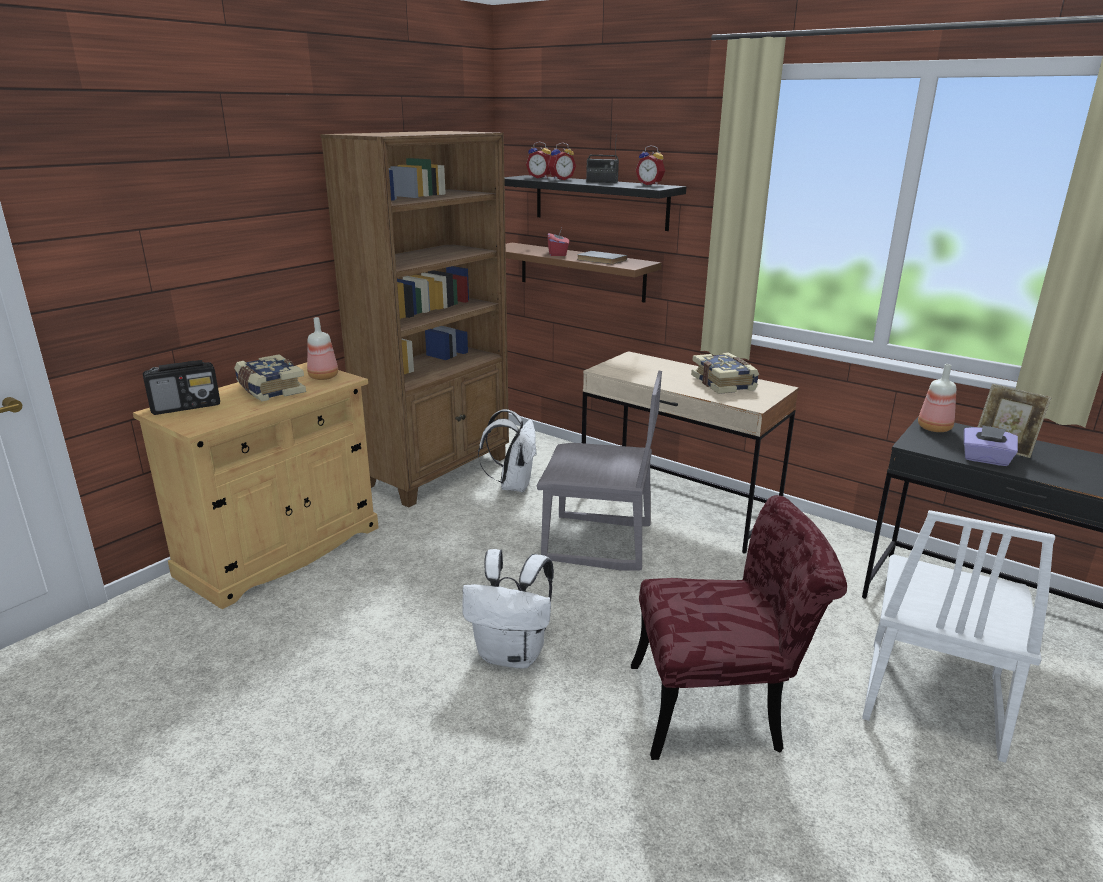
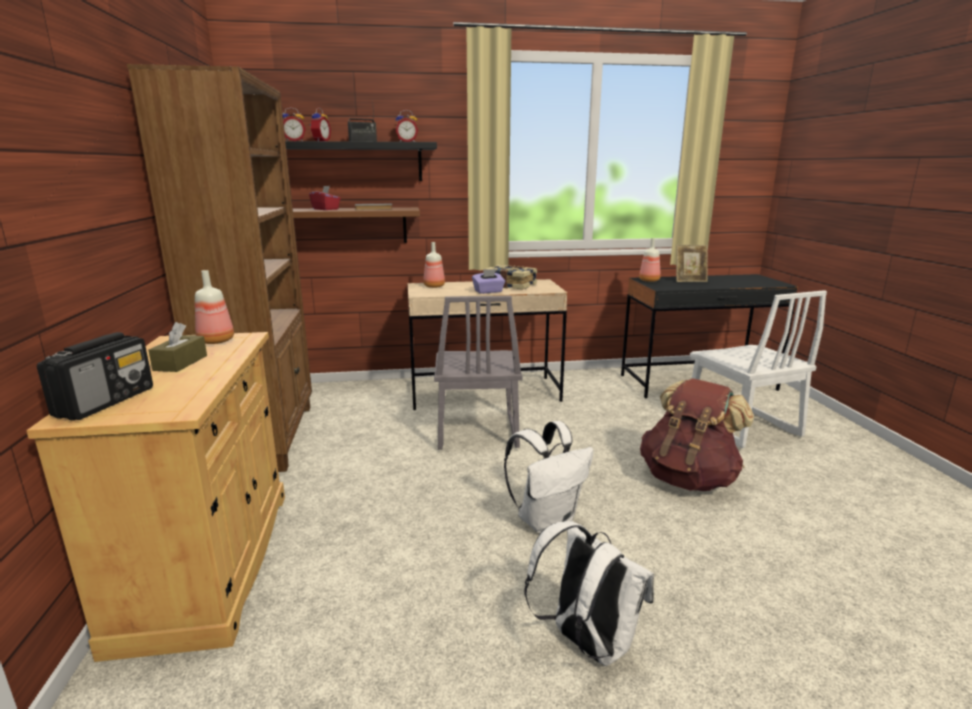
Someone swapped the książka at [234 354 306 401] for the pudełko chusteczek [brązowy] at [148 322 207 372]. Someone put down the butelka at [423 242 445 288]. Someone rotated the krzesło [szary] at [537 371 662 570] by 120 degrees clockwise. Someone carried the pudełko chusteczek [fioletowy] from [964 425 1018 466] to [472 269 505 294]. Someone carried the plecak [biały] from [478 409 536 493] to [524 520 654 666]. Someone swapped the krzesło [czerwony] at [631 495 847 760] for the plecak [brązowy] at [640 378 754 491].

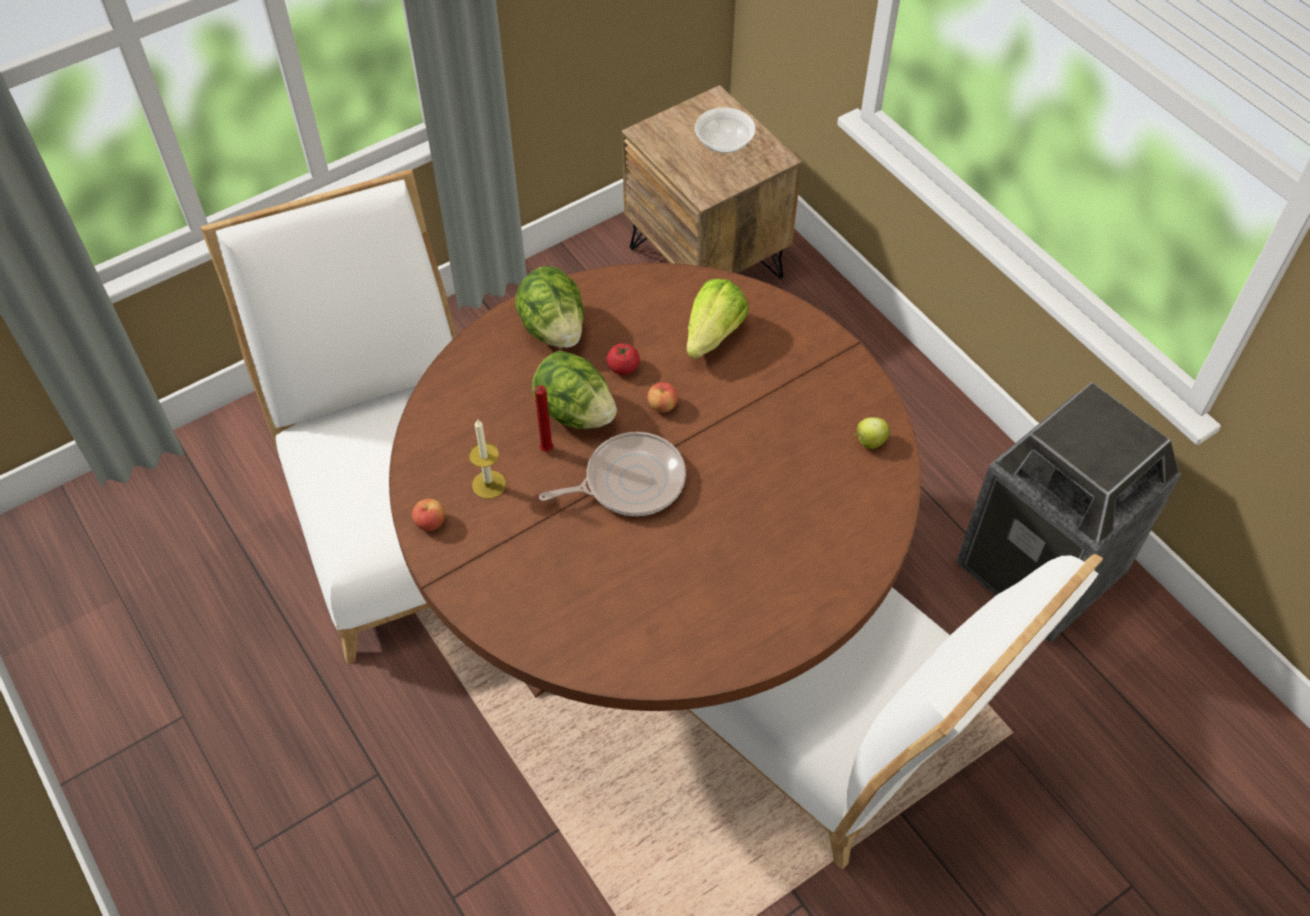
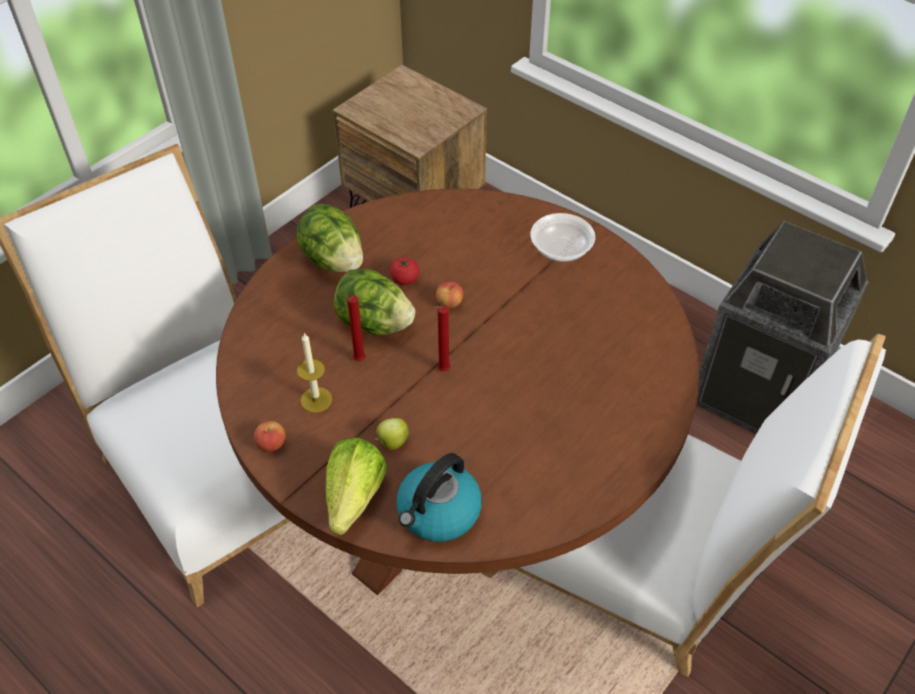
Someone carried the sałata from [686 279 749 359] to [326 438 387 535]. Someone carried the jabłko from [854 417 890 449] to [375 418 409 450]. Someone put down the czajnik at [397 453 482 542]. Someone swapped the patelnia at [539 432 686 516] for the świeca [czerwony] at [434 305 450 371]. Someone carried the miska from [695 107 756 153] to [530 213 595 262].

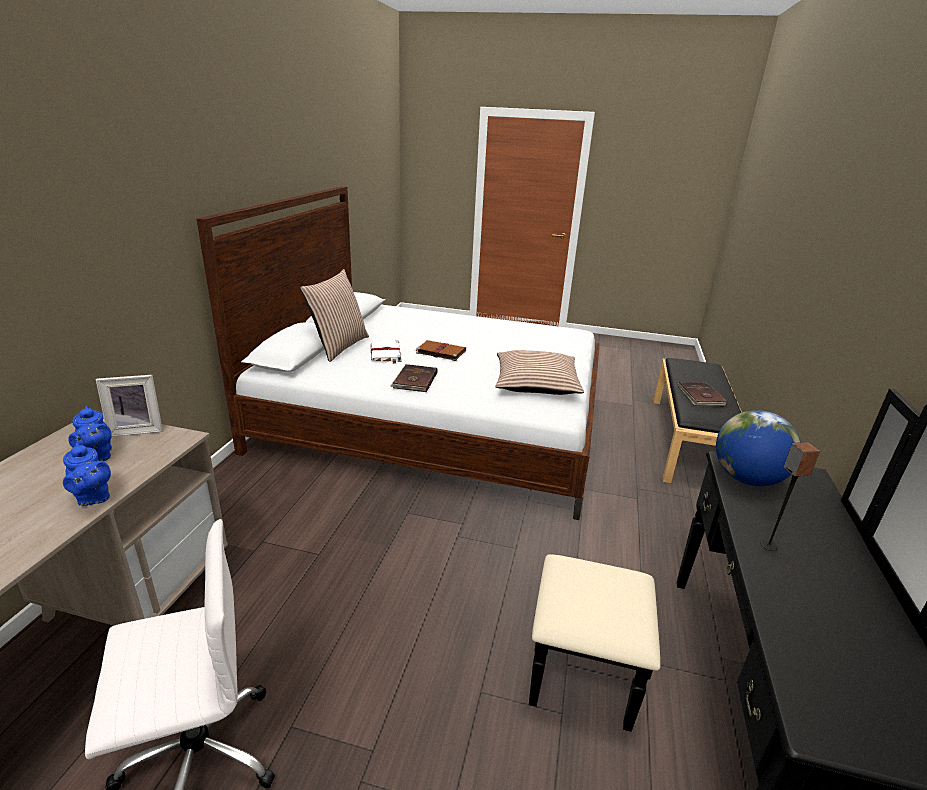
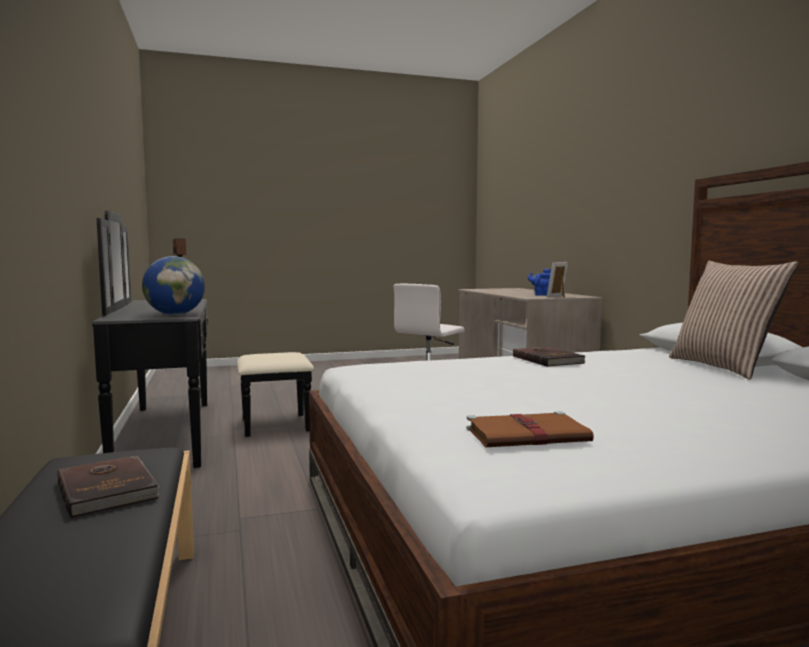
Someone carried the książka [brązowy] from [416 340 466 361] to [466 411 594 447]. Someone took away the imbryk [niebieski] at [63 443 111 506]. Someone took away the książka [biały] at [371 341 401 364]. Someone took away the poduszka at [496 350 584 395].

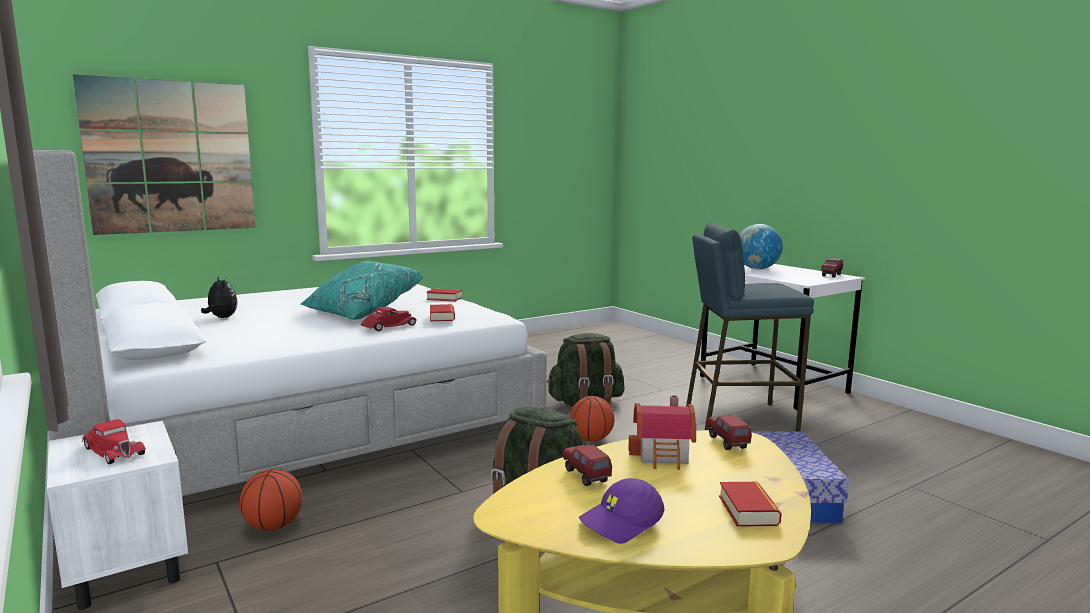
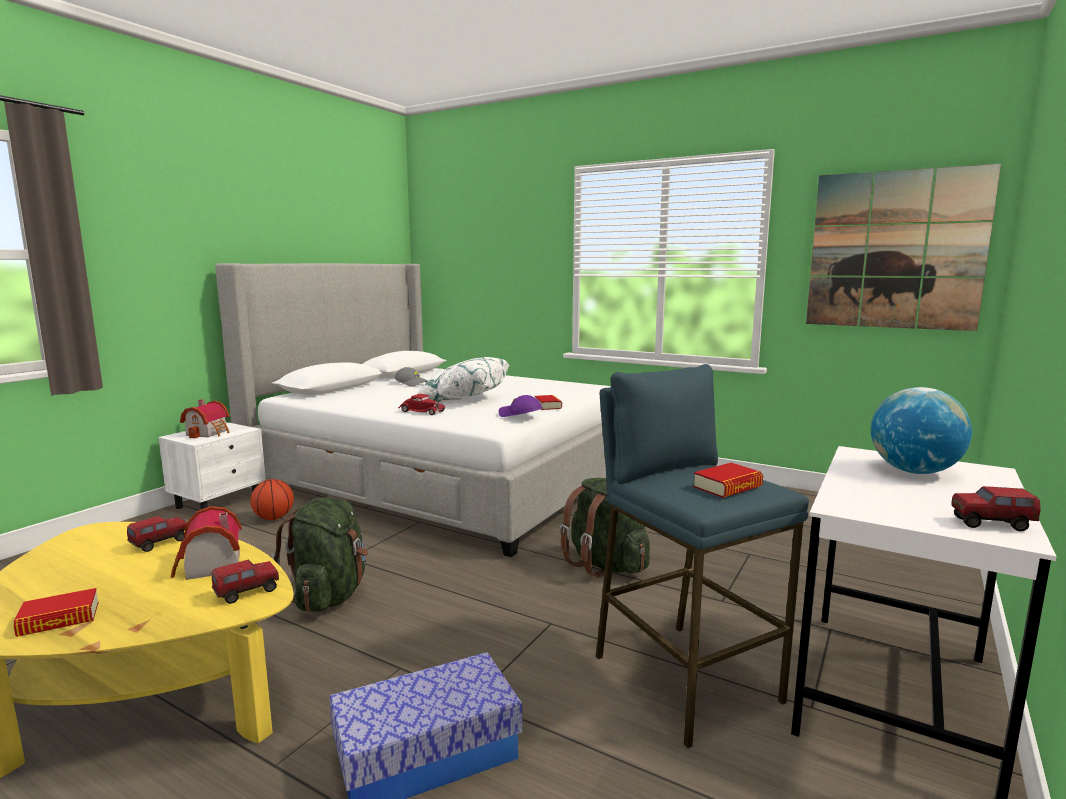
Someone swapped the samochodzik [czerwony] at [82 419 146 464] for the domek at [180 399 230 439]. Someone swapped the pluszak at [201 276 238 318] for the czapka z daszkiem [szary] at [394 367 428 387]. Someone repainted the poduszka [turkusowy] at [300 261 424 320], which became the poduszka [biały] at [416 357 509 402]. Someone carried the czapka z daszkiem [fioletowy] from [579 478 664 544] to [499 395 542 417]. Someone carried the książka from [430 304 455 321] to [693 463 763 498]. Someone carried the obraz from [73 74 256 235] to [806 164 1001 331]. Someone took away the piłka do koszykówki at [570 396 614 441].

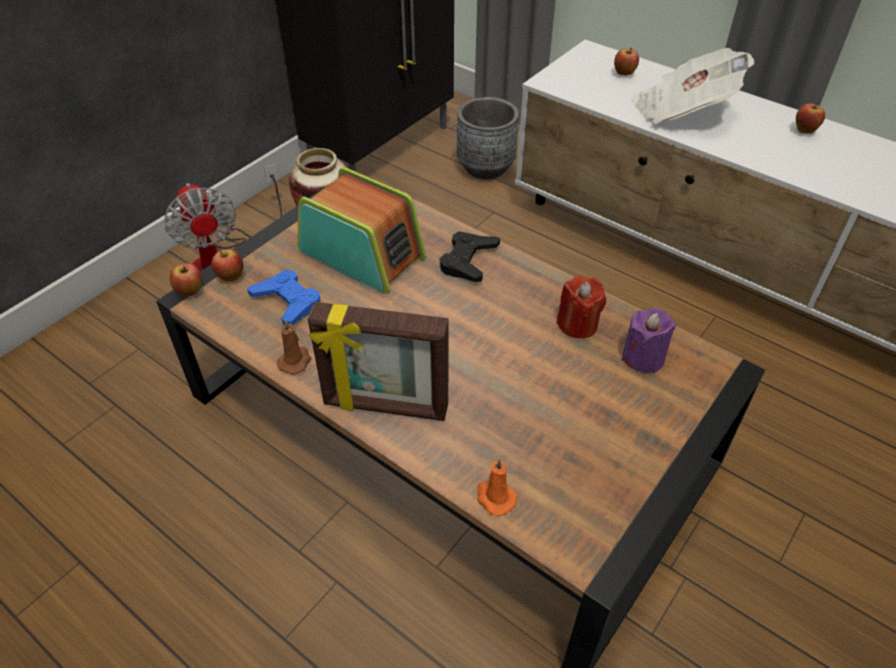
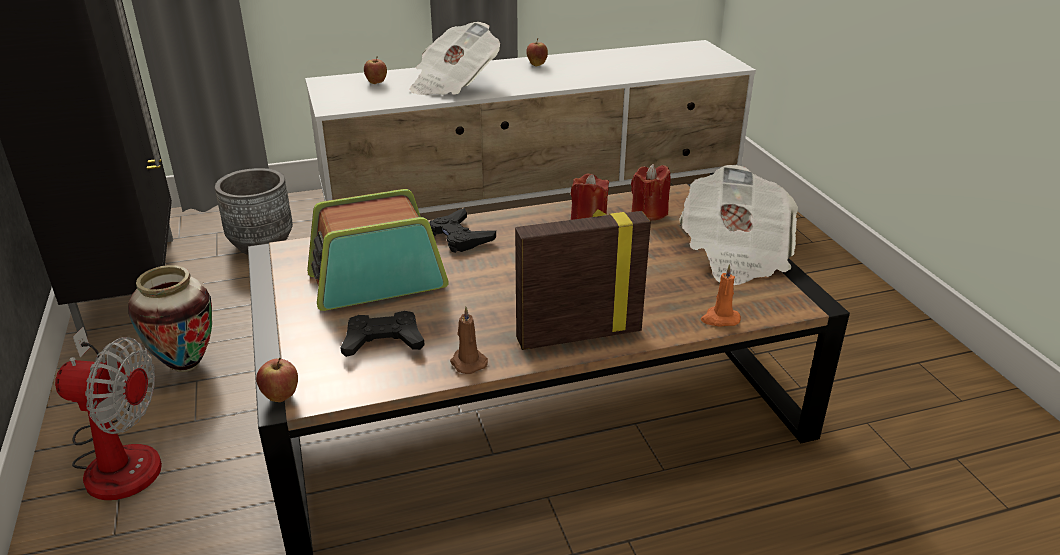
Someone repainted the pad do gier [niebieski] at [247 269 321 326], which became the pad do gier [czarny] at [340 311 425 357]. Someone rotated the ramka na zdjęcie at [308 302 448 421] by 150 degrees counterclockwise. Someone repainted the świeca [fioletowy] at [622 308 676 373], which became the świeca [czerwony] at [631 164 671 221]. Someone put down the gazeta at [679 165 798 285]. Someone took away the jabłko at [212 248 243 282].

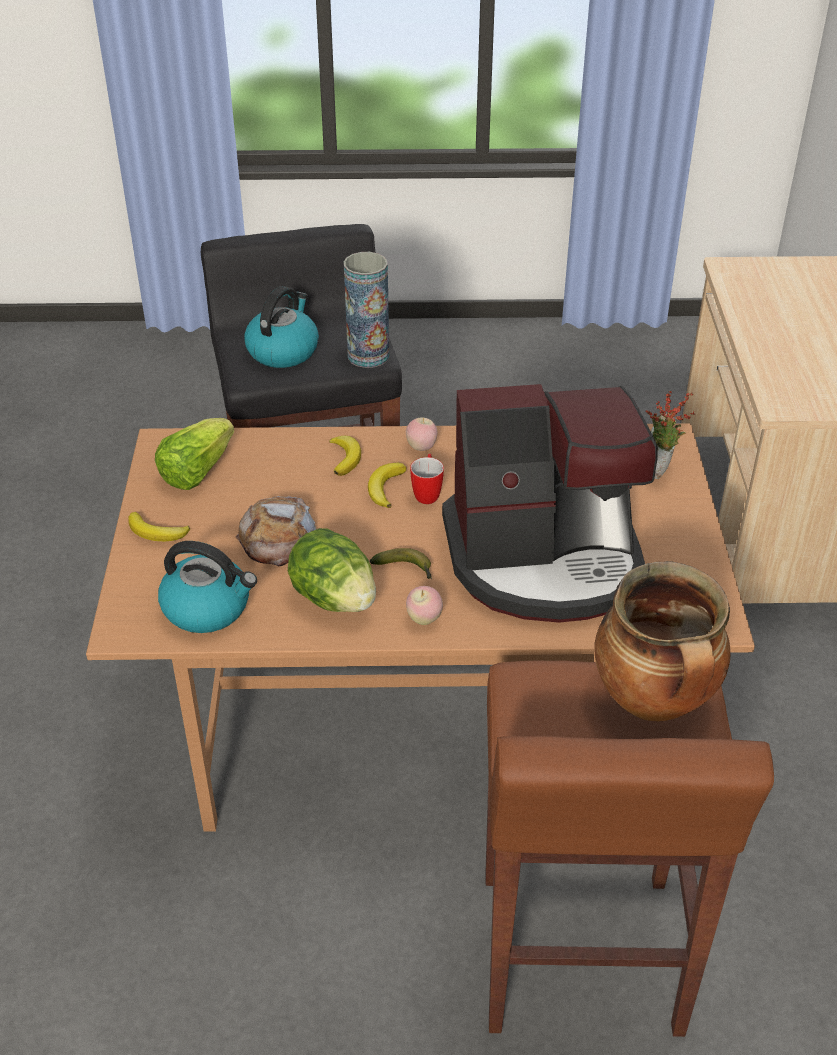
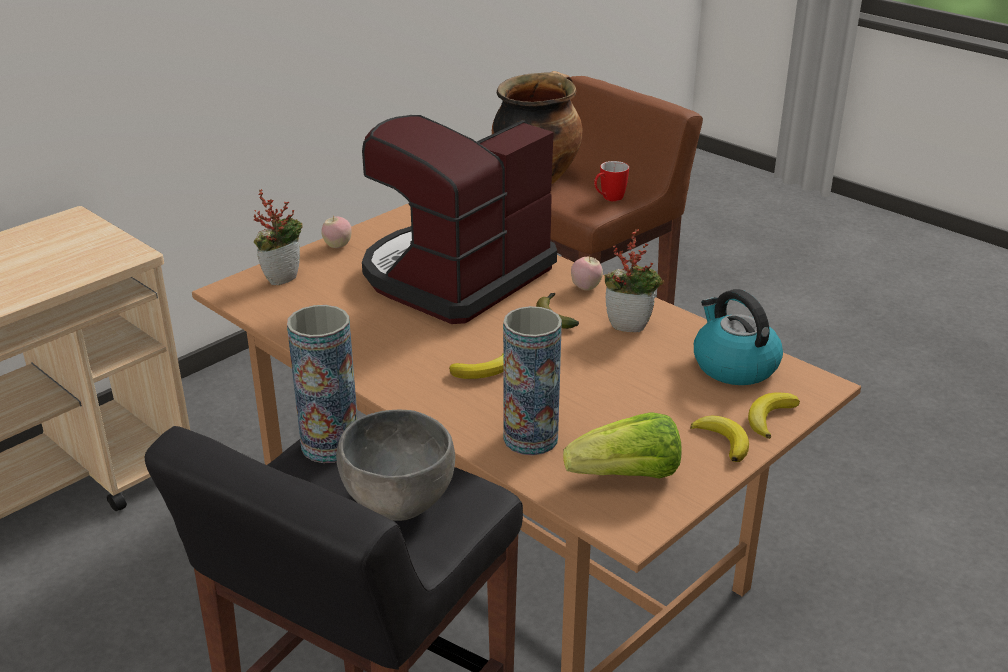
Someone carried the jabłko from [406 418 437 451] to [321 215 352 248]. Someone swapped the czajnik at [244 286 319 368] for the miska [szary] at [336 410 455 521]. Someone rotated the ekspres do kawy at [442 384 658 623] by 90 degrees counterclockwise. Someone put down the wazon at [503 306 562 455]. Someone carried the kubek from [410 454 444 504] to [594 161 629 201]. Someone swapped the sałata at [288 528 376 612] for the roślina doniczkowa at [605 229 664 332]. Someone carried the banan from [329 436 361 476] to [748 393 800 439]. Someone took away the chleb at [235 496 316 566].

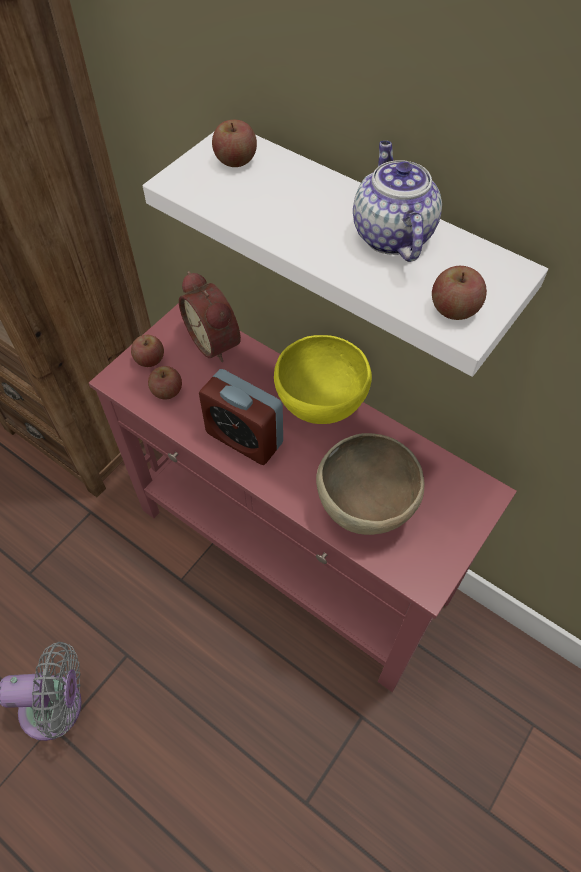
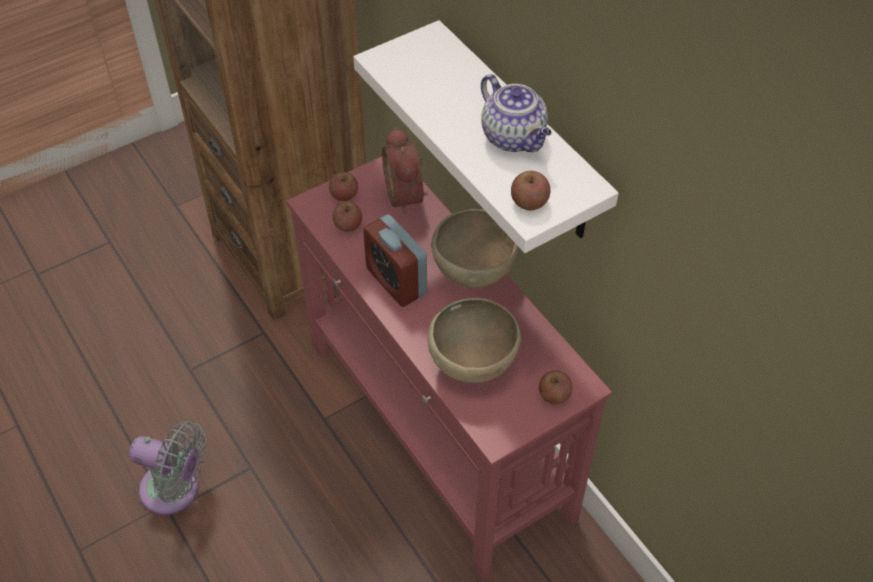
Someone repainted the miska [żółty] at [274 335 372 424], which became the miska [brązowy] at [431 209 519 288]. Someone rotated the imbryk at [353 141 442 262] by 135 degrees clockwise. Someone carried the jabłko from [212 120 257 167] to [539 371 573 404].

